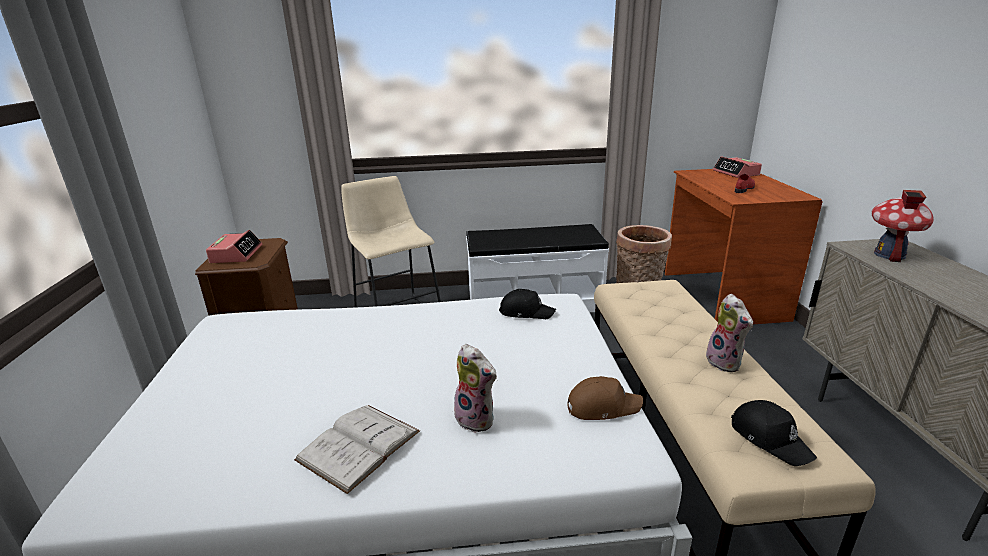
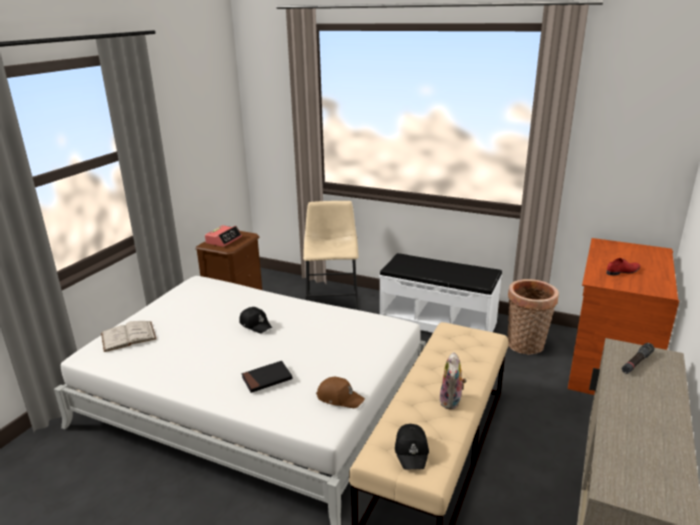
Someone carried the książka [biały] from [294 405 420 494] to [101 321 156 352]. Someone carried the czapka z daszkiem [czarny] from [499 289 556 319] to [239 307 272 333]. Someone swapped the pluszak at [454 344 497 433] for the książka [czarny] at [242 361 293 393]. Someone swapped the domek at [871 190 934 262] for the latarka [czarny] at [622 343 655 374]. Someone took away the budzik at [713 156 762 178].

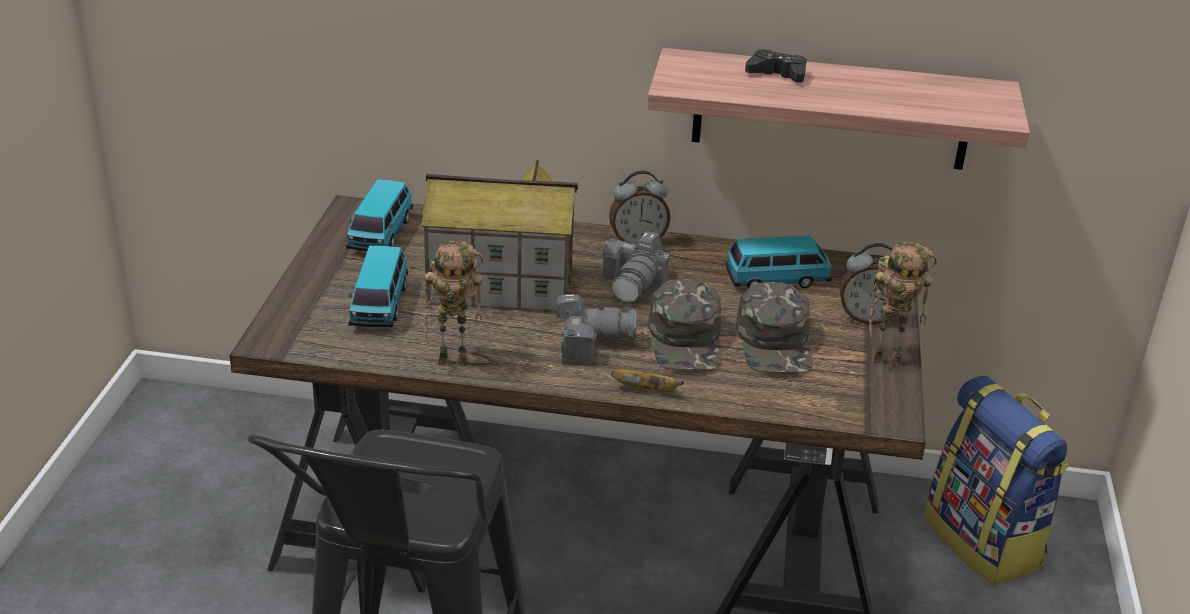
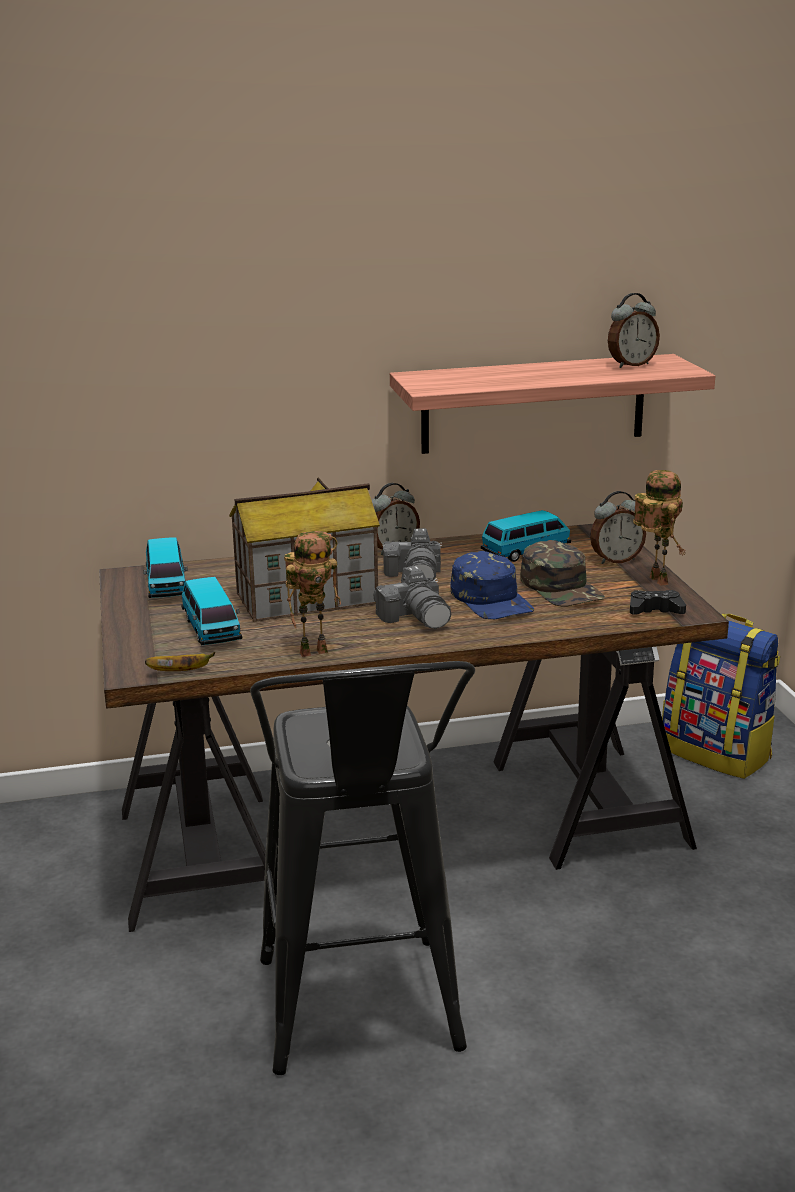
Someone carried the banan from [611 369 684 391] to [145 652 215 671]. Someone rotated the aparat fotograficzny at [557 294 637 365] by 90 degrees clockwise. Someone repainted the czapka z daszkiem [zielony] at [648 279 722 370], which became the czapka z daszkiem [niebieski] at [450 551 534 619]. Someone put down the budzik at [608 293 660 368]. Someone carried the pad do gier [czarny] from [745 49 807 82] to [630 590 686 615]. Someone rotated the robot zabawkowy at [869 242 937 365] by 90 degrees counterclockwise.

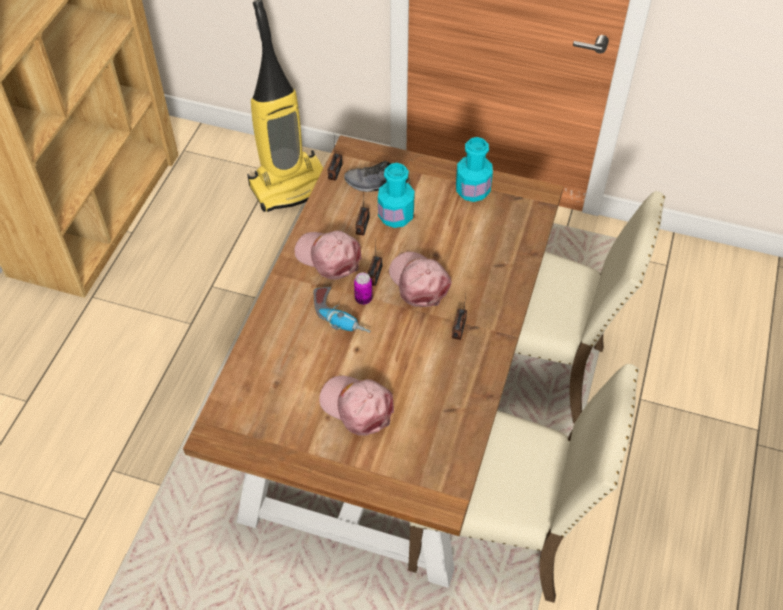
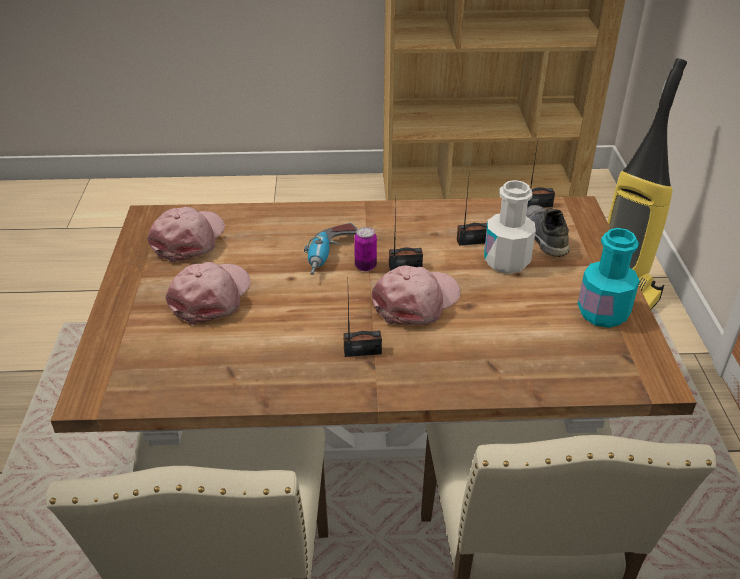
Someone carried the czapka z daszkiem [różowy] from [294 230 362 280] to [147 207 225 262]. Someone repainted the butelka [turkusowy] at [378 163 415 228], which became the butelka [biały] at [484 180 536 274].

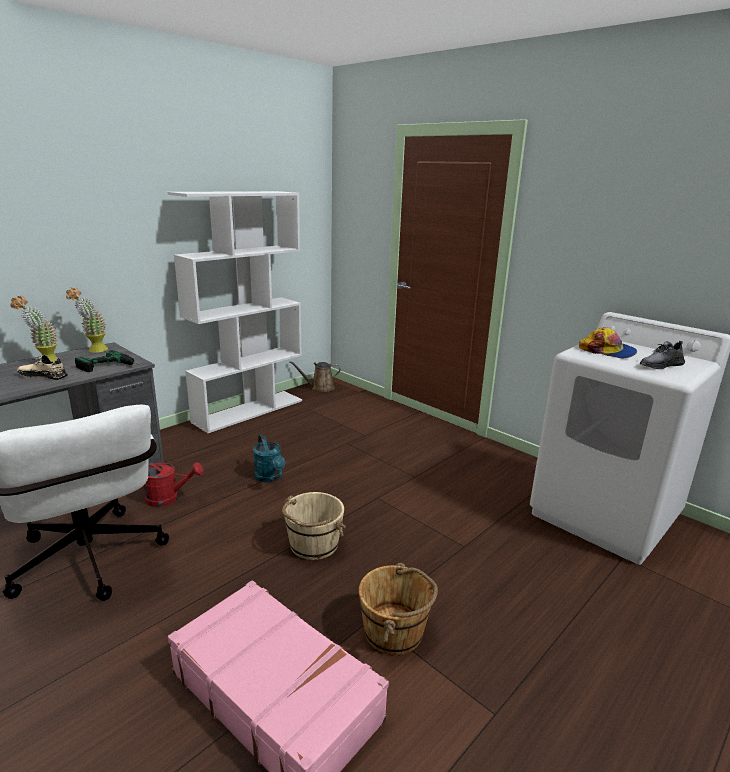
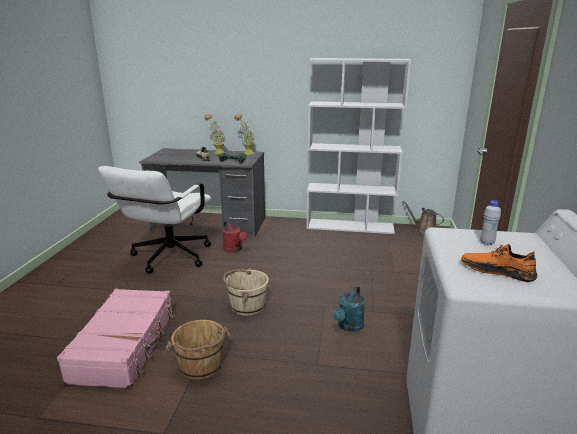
Someone carried the konewka [turkusowy] from [253 434 285 482] to [333 286 365 332]. Someone repainted the but [szary] at [640 341 685 369], which became the but [pomarańczowy] at [462 244 538 282]. Someone swapped the czapka z daszkiem at [579 327 637 358] for the butelka [biały] at [480 200 501 245].

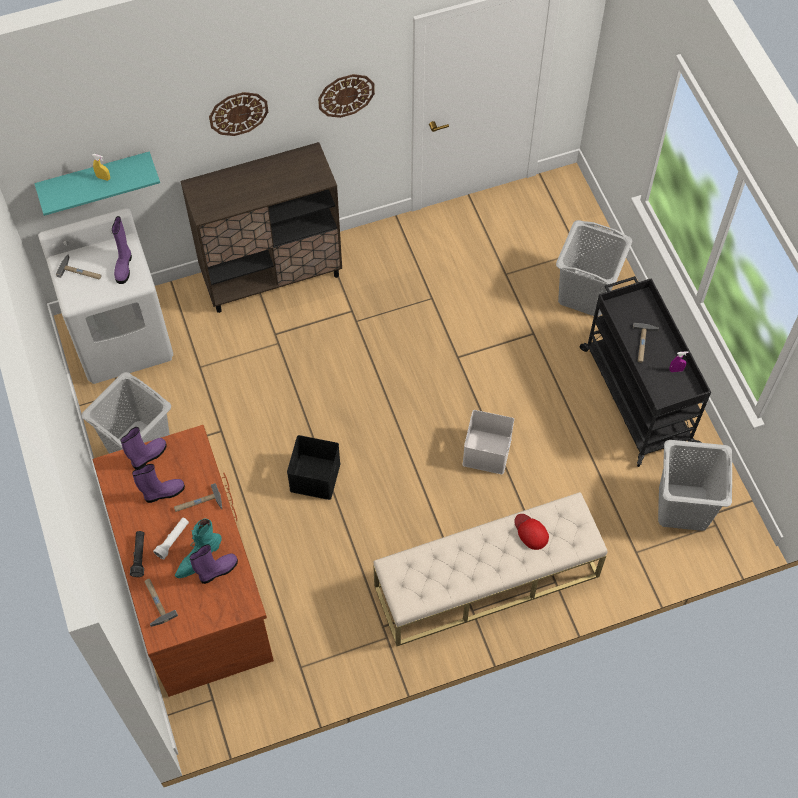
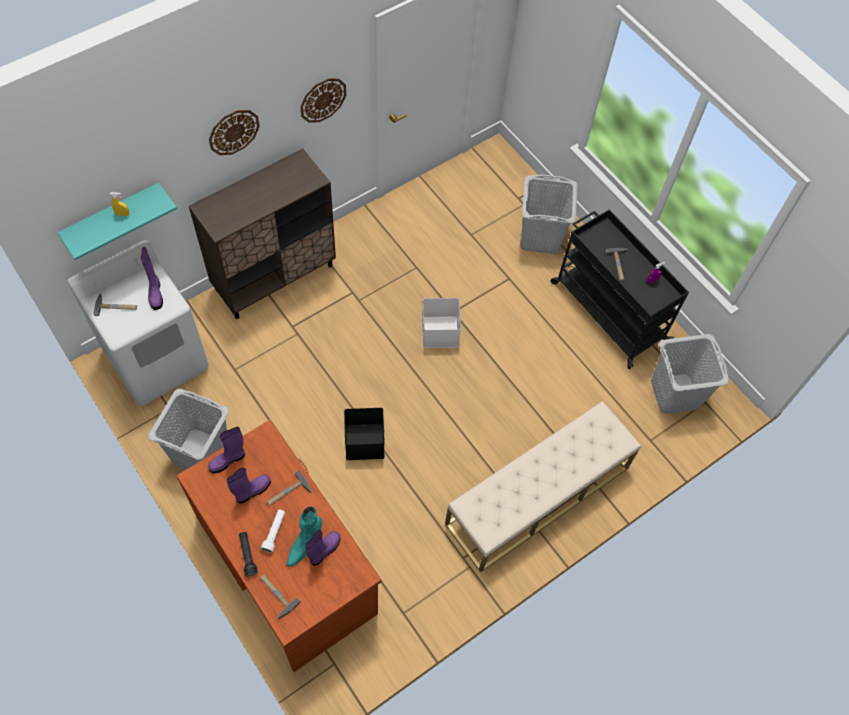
Someone rotated the but z cholewką [fioletowy] at [121 427 167 469] by 150 degrees counterclockwise. Someone carried the pojemnik do przechowywania [biały] from [462 410 514 474] to [422 298 461 348]. Someone took away the czapka z daszkiem [czerwony] at [514 514 549 550].

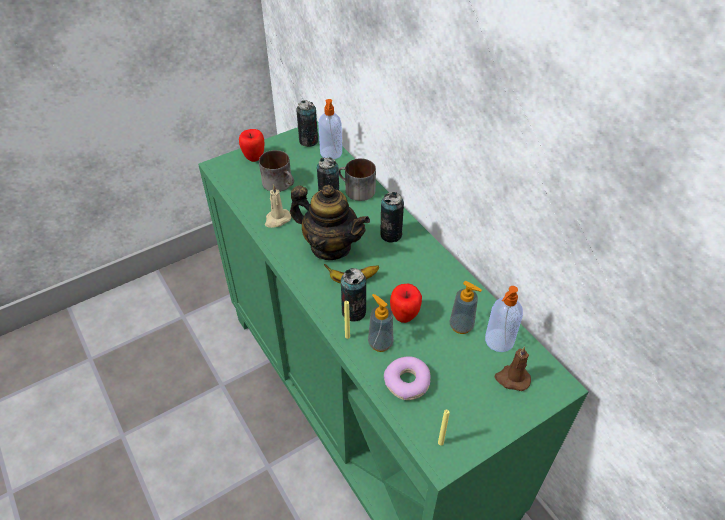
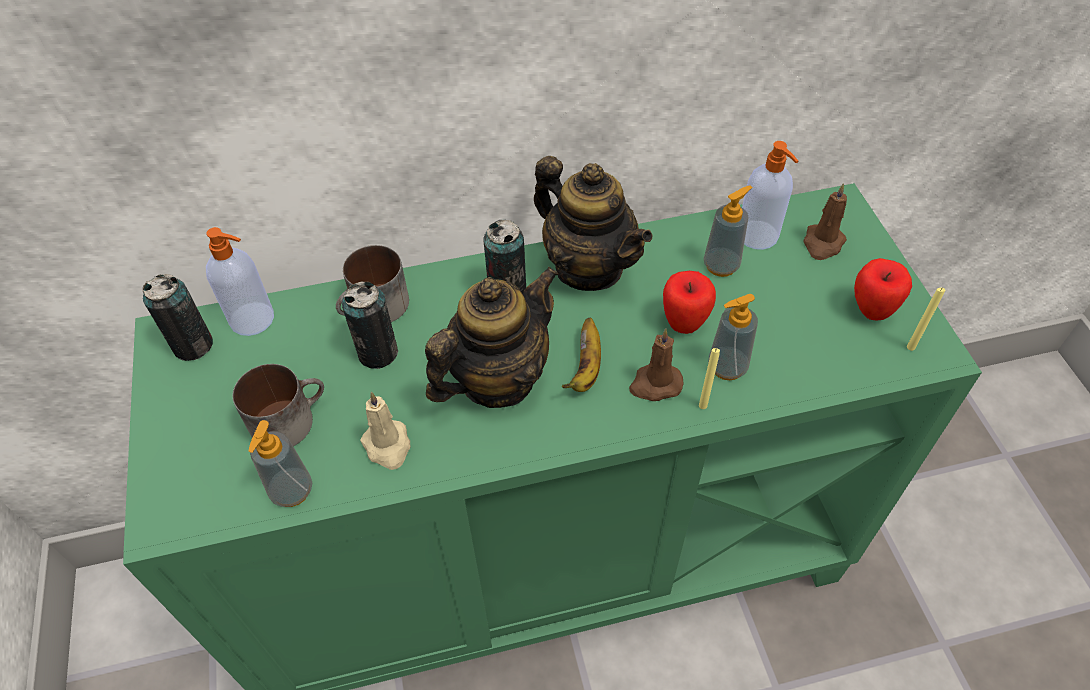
Someone put down the dozownik mydła at [248 420 312 507]. Someone put down the imbryk at [534 156 652 291]. Someone swapped the puszka at [341 268 366 322] for the świeca [brązowy] at [629 328 684 401]. Someone carried the jabłko from [239 129 265 162] to [854 258 912 320]. Someone took away the donut at [384 357 430 400].

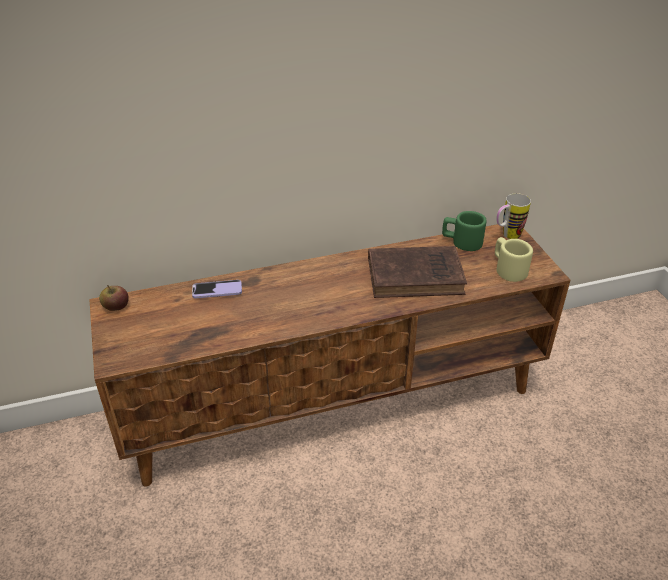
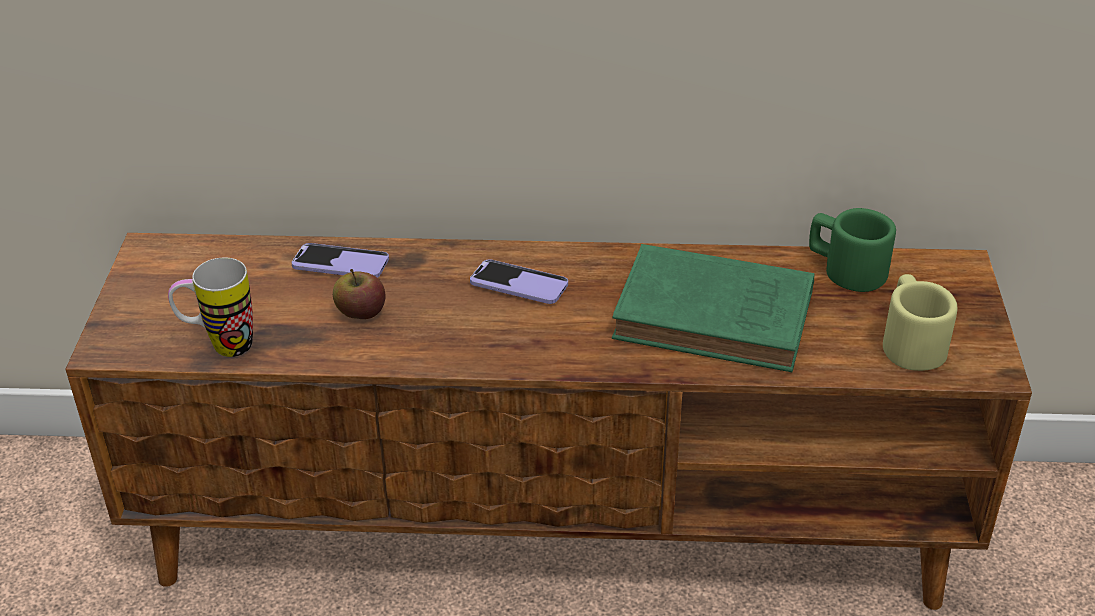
Someone carried the kubek from [496 193 531 239] to [168 258 253 357]. Someone carried the jabłko from [99 285 129 311] to [333 269 386 319]. Someone put down the telefon at [470 259 568 304]. Someone repainted the książka [brązowy] at [368 246 467 298], which became the książka [zielony] at [612 244 815 372].

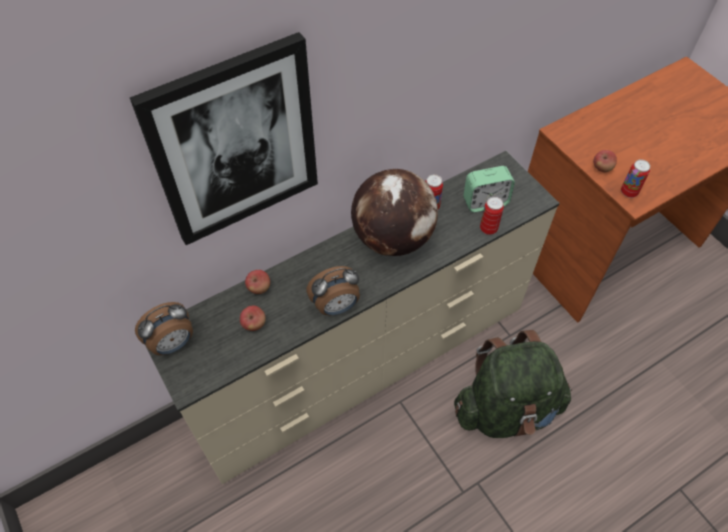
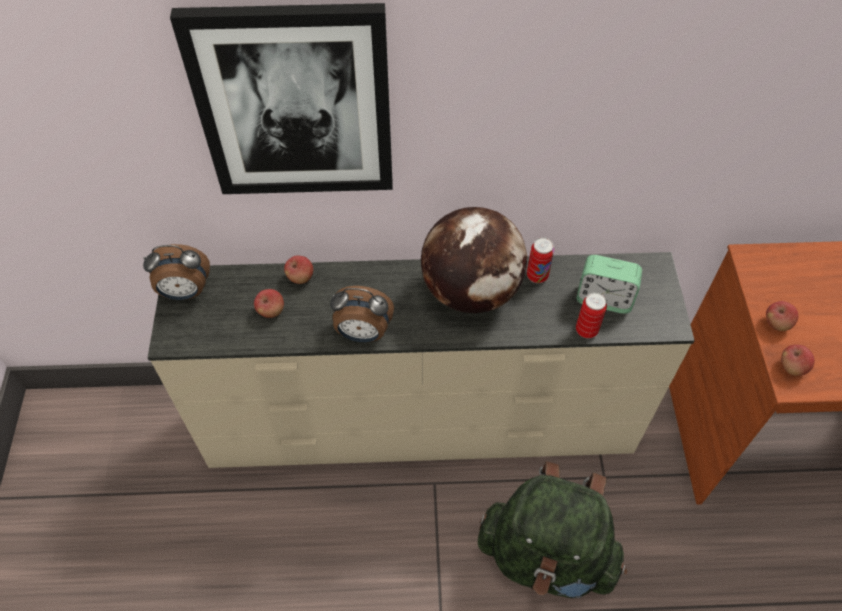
Someone swapped the puszka at [621 159 650 198] for the jabłko at [781 345 815 376].

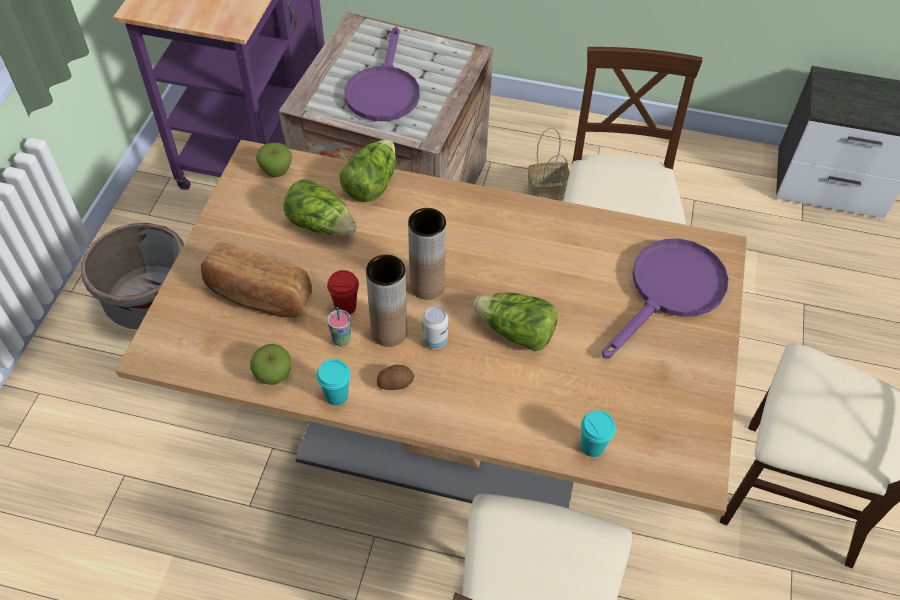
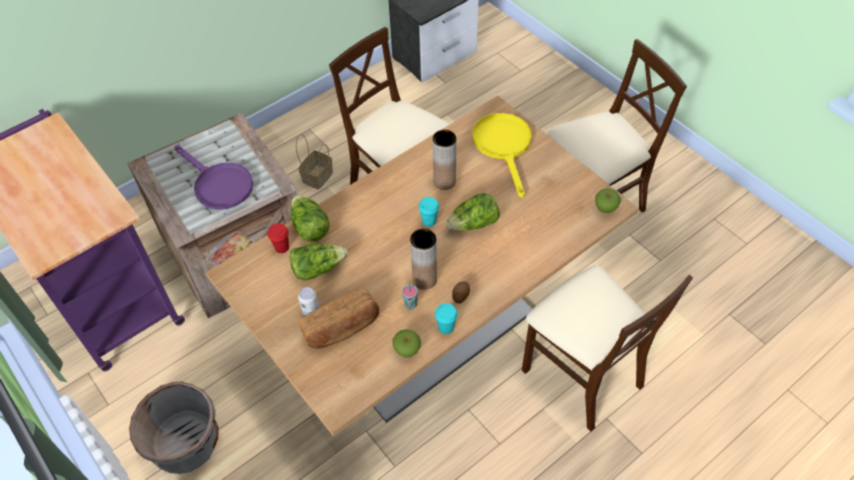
Someone carried the filiżanka [czerwony] from [327 270 359 315] to [268 223 289 253]. Someone carried the puszka from [422 306 448 349] to [298 287 319 315]. Someone carried the filiżanka [turkusowy] from [581 410 616 457] to [419 197 439 227]. Someone carried the wazon [brązowy] from [408 208 446 300] to [433 130 457 190]. Someone repainted the patelnia [fioletowy] at [602 238 729 358], which became the patelnia [żółty] at [472 113 531 198]. Someone carried the jabłko from [256 143 292 177] to [595 189 621 213].

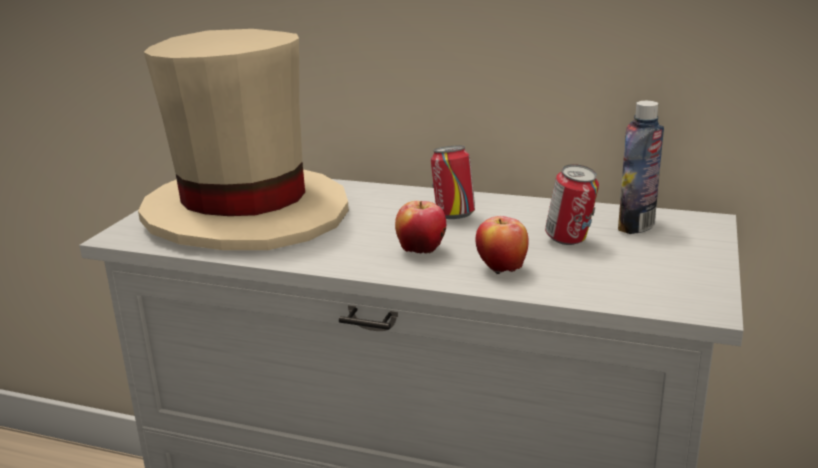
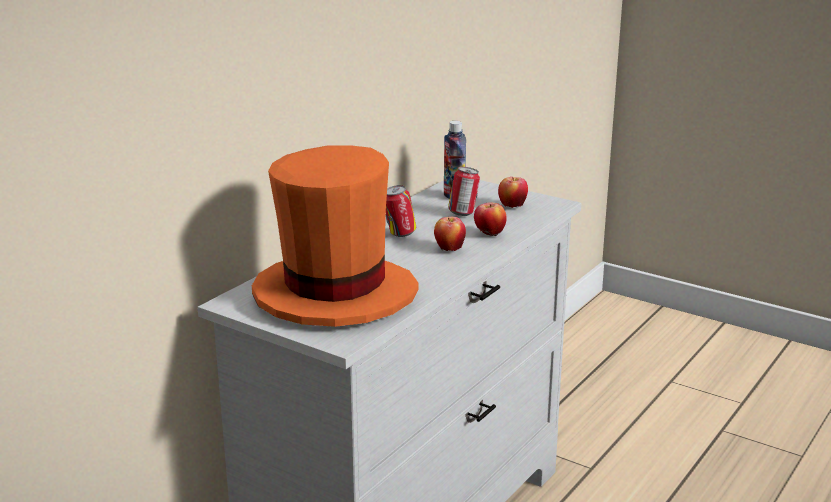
Someone repainted the kapelusz [beżowy] at [138 29 349 250], which became the kapelusz [pomarańczowy] at [252 145 418 327]. Someone put down the jabłko at [498 177 528 208].

